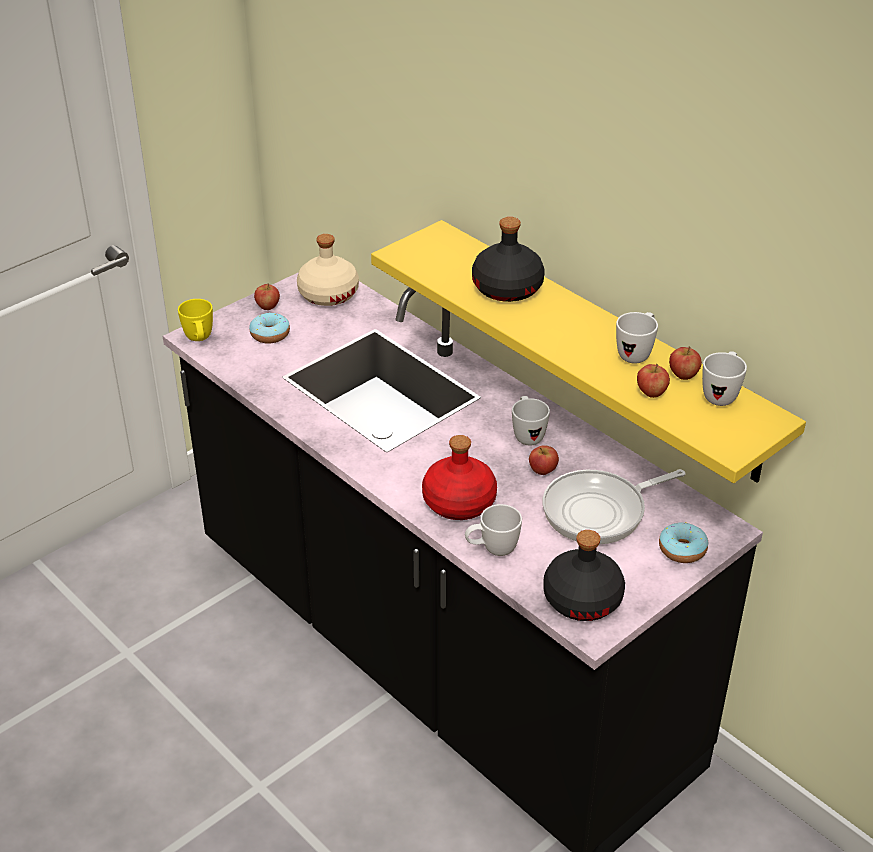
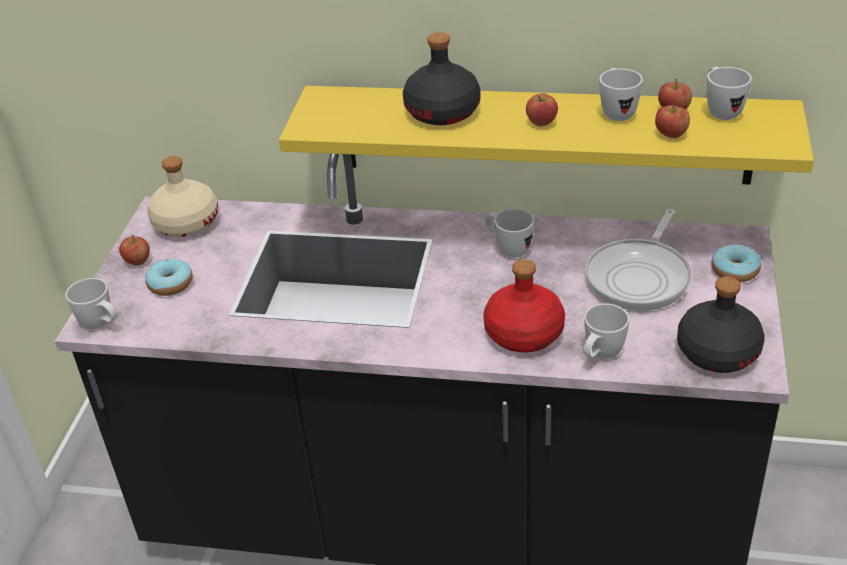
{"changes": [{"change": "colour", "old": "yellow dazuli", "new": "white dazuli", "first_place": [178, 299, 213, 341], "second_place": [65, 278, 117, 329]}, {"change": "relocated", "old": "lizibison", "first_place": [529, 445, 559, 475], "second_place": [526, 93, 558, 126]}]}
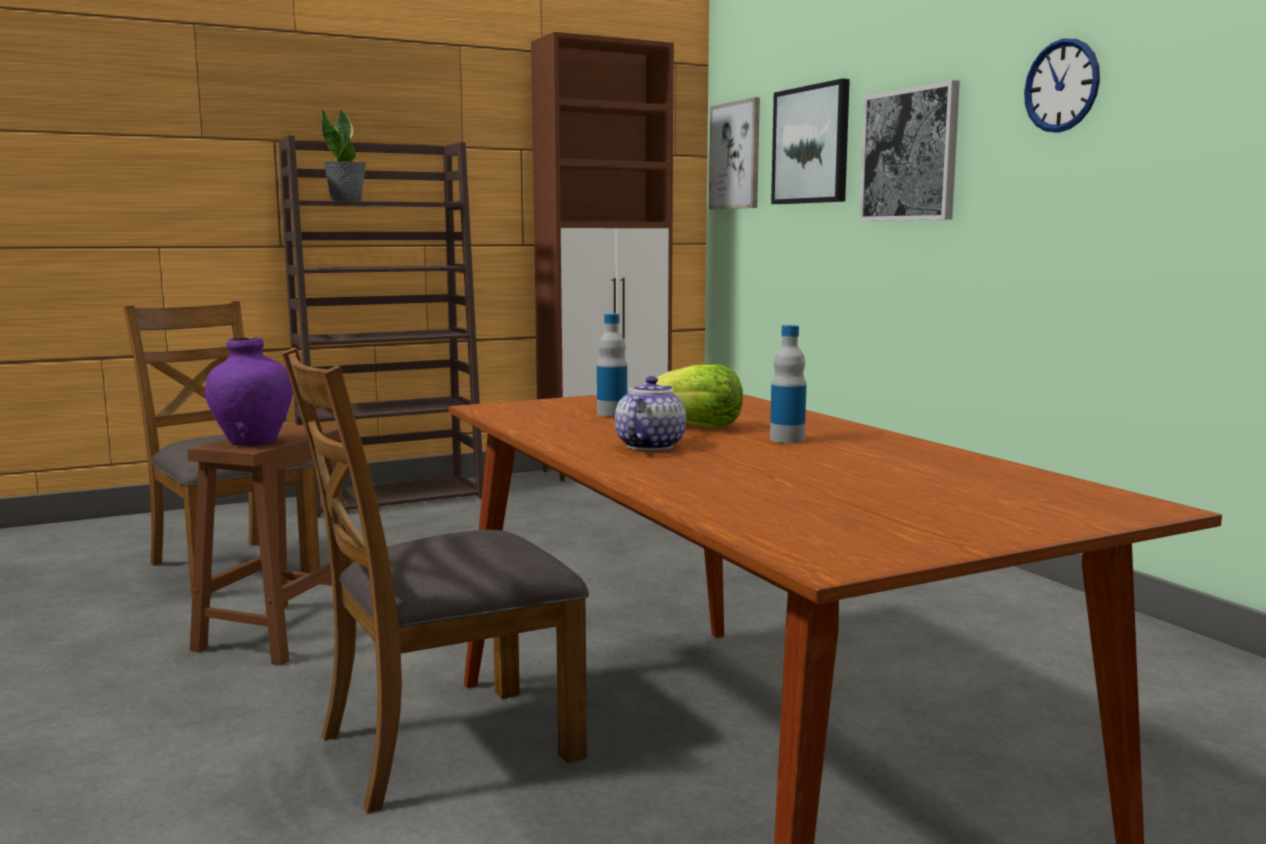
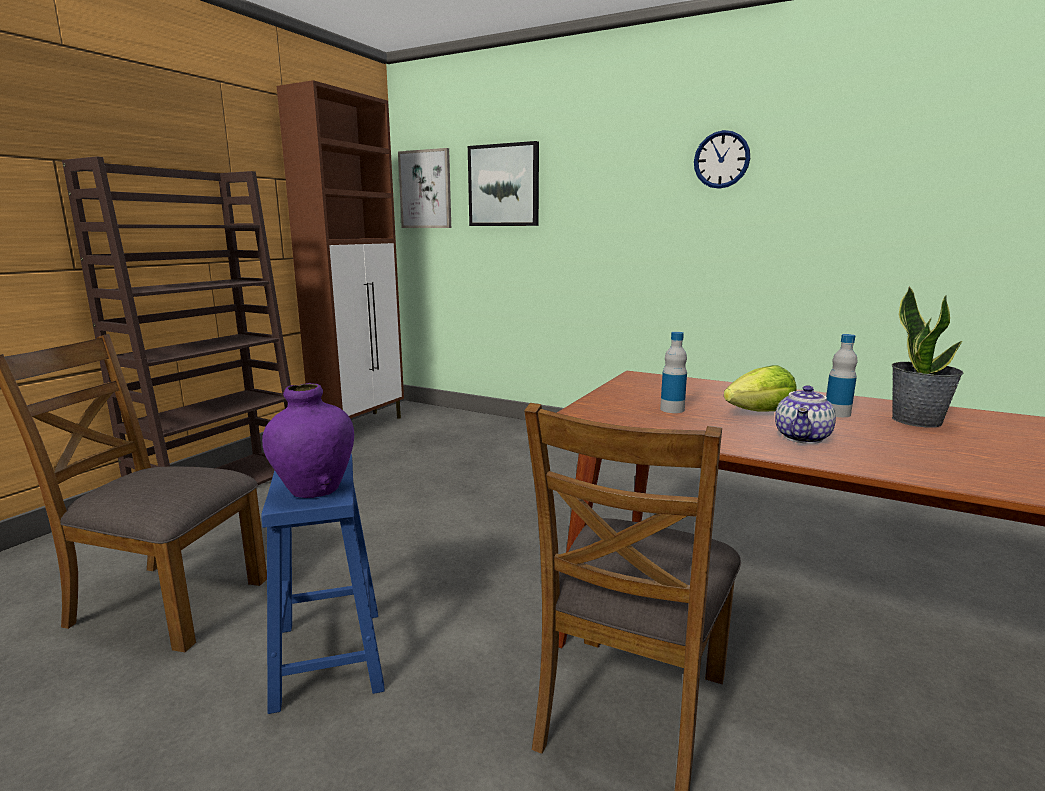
{"changes": [{"change": "colour", "old": "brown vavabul", "new": "blue vavabul", "first_place": [187, 424, 354, 665], "second_place": [261, 454, 385, 714]}, {"change": "spun", "old": "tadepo", "first_place": [615, 376, 686, 451], "second_place": [775, 385, 836, 444], "degrees": -135}, {"change": "relocated", "old": "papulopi", "first_place": [321, 108, 366, 201], "second_place": [892, 286, 964, 427]}, {"change": "missing", "old": "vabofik", "first_place": [859, 80, 960, 221]}]}
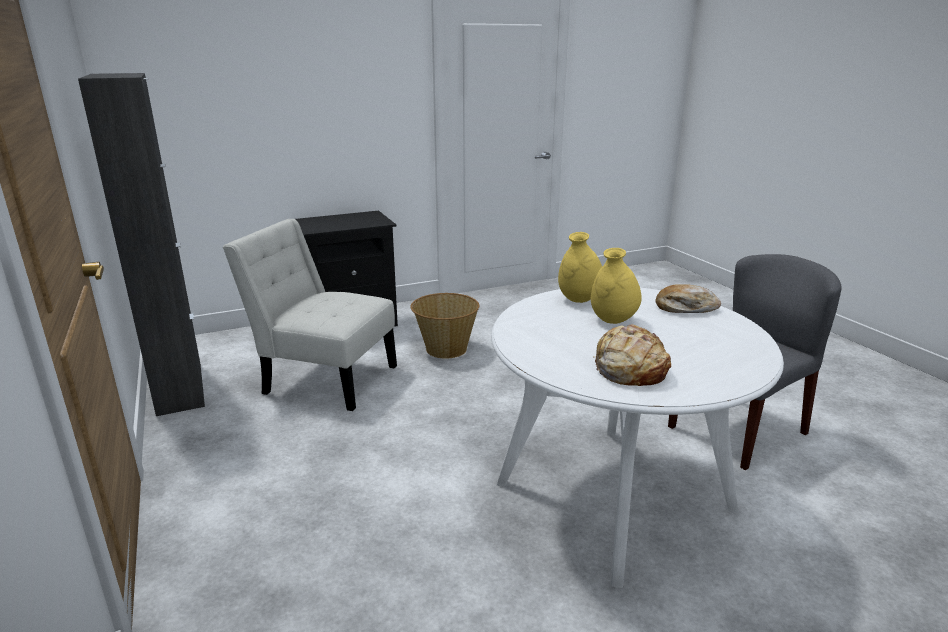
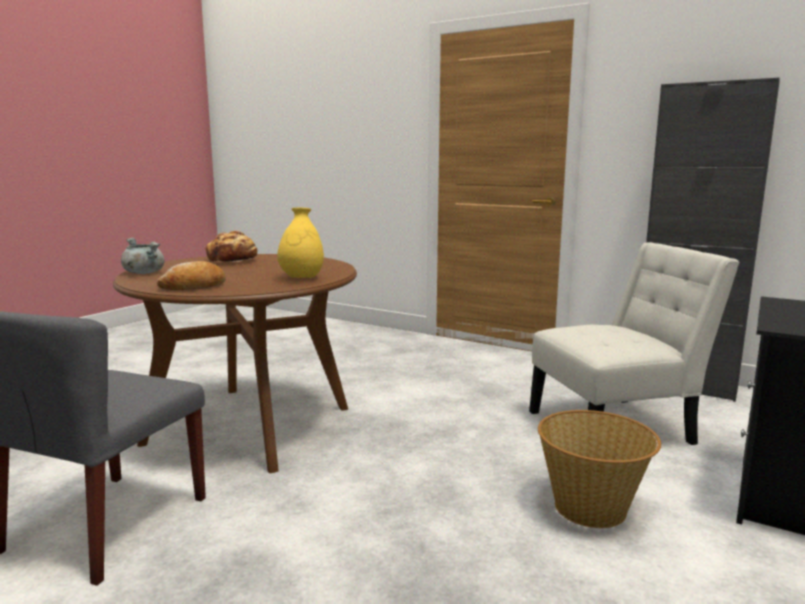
{"changes": [{"change": "colour", "old": "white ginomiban", "new": "brown ginomiban", "first_place": [491, 288, 784, 588], "second_place": [113, 254, 357, 473]}, {"change": "appeared", "new": "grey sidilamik", "second_place": [121, 238, 164, 274]}, {"change": "missing", "old": "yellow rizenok", "first_place": [591, 248, 642, 324]}]}
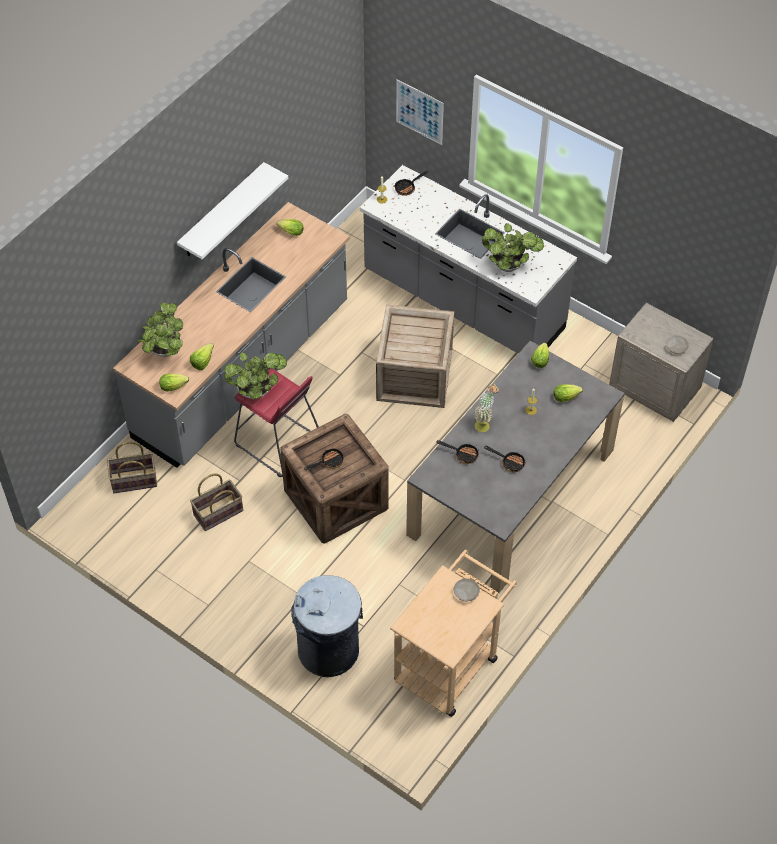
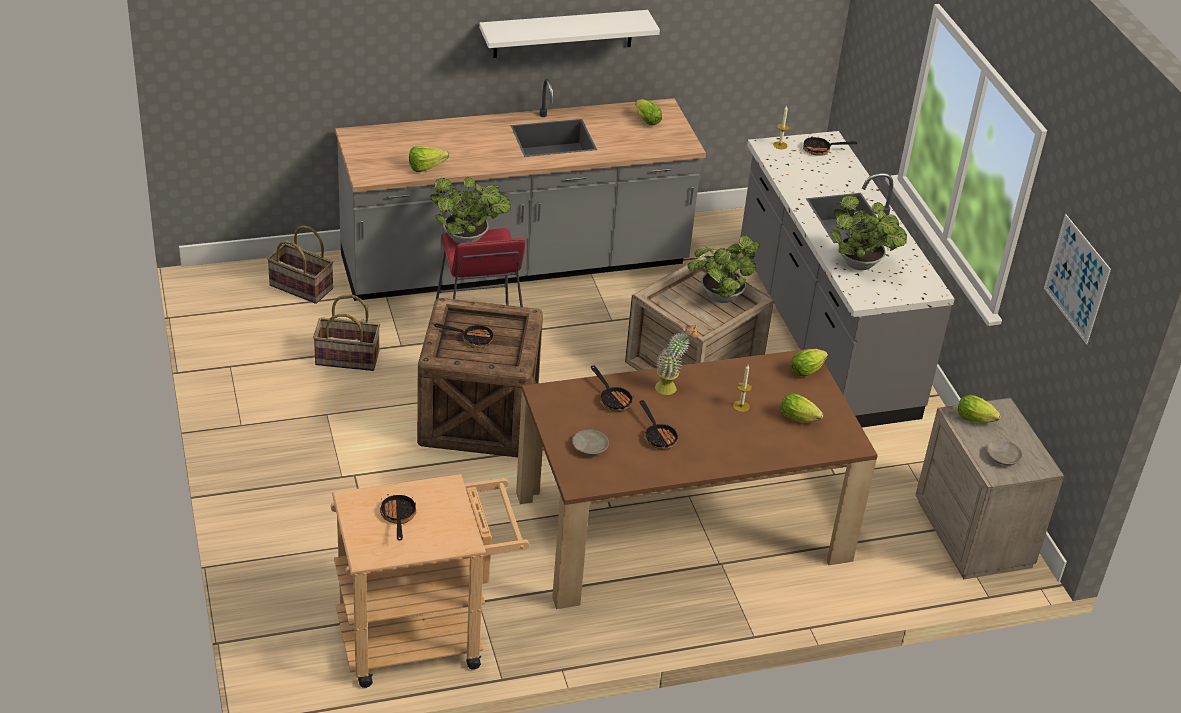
{"changes": [{"change": "appeared", "new": "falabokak", "second_place": [380, 494, 416, 540]}, {"change": "colour", "old": "grey ginomiban", "new": "brown ginomiban", "first_place": [406, 341, 625, 593], "second_place": [516, 348, 878, 609]}, {"change": "relocated", "old": "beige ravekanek", "first_place": [454, 578, 480, 601], "second_place": [572, 429, 609, 455]}, {"change": "relocated", "old": "papulopi", "first_place": [137, 302, 183, 357], "second_place": [688, 235, 760, 303]}, {"change": "relocated", "old": "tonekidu", "first_place": [159, 374, 189, 392], "second_place": [958, 395, 1001, 423]}, {"change": "relocated", "old": "vabofik", "first_place": [396, 80, 444, 145], "second_place": [1044, 214, 1111, 344]}, {"change": "missing", "old": "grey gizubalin", "first_place": [291, 575, 363, 677]}]}
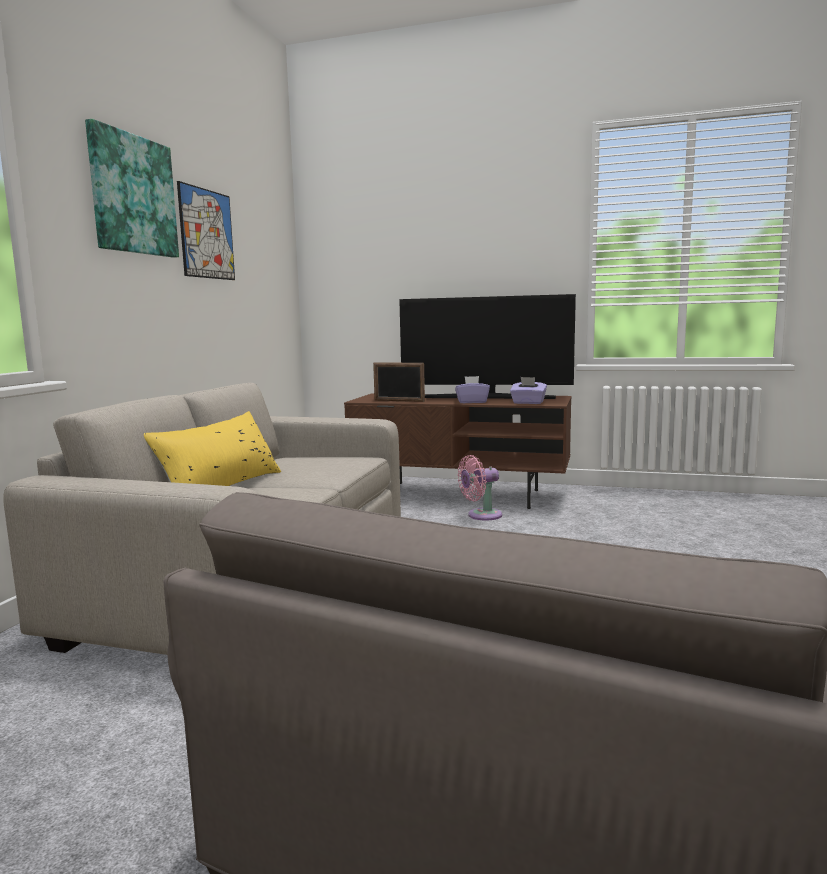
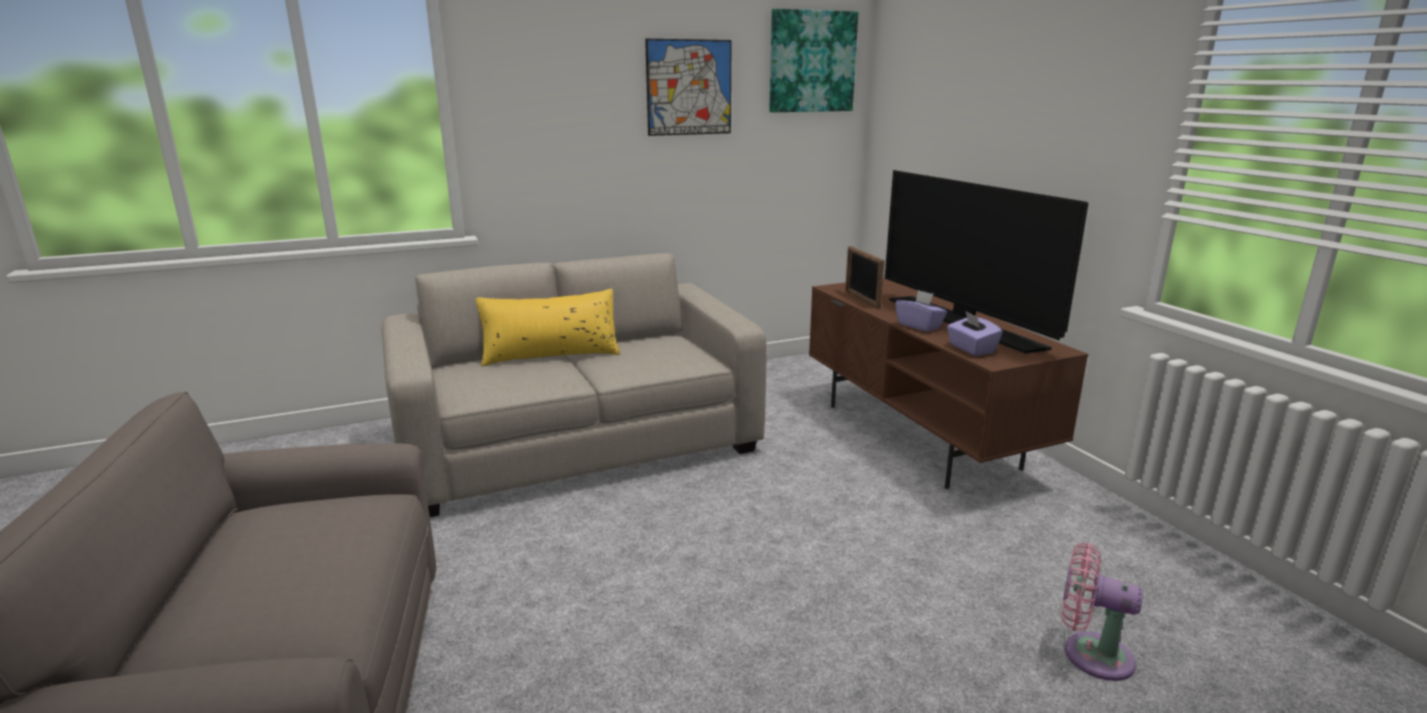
{"changes": [{"change": "relocated", "old": "vabofik", "first_place": [85, 119, 179, 258], "second_place": [769, 9, 858, 112]}, {"change": "relocated", "old": "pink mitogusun", "first_place": [457, 455, 502, 520], "second_place": [1062, 543, 1143, 681]}]}
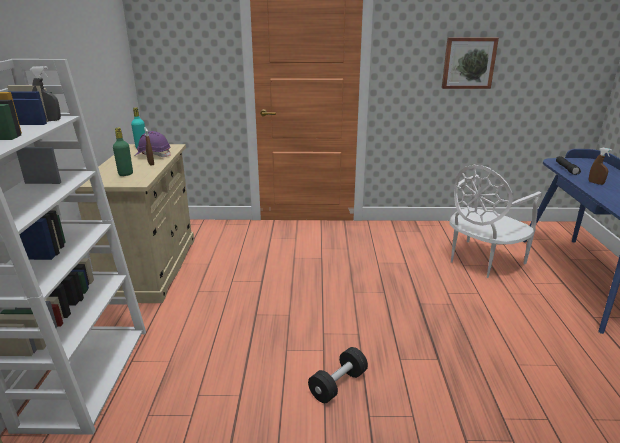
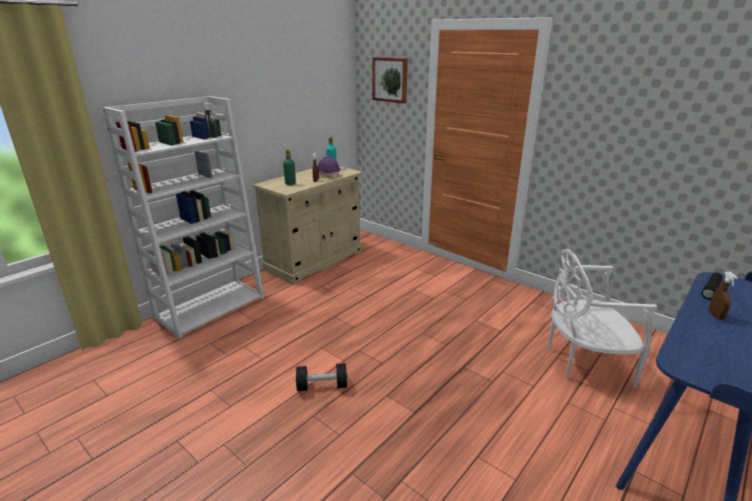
{"changes": [{"change": "relocated", "old": "vabofik", "first_place": [442, 38, 499, 89], "second_place": [372, 57, 408, 104]}]}
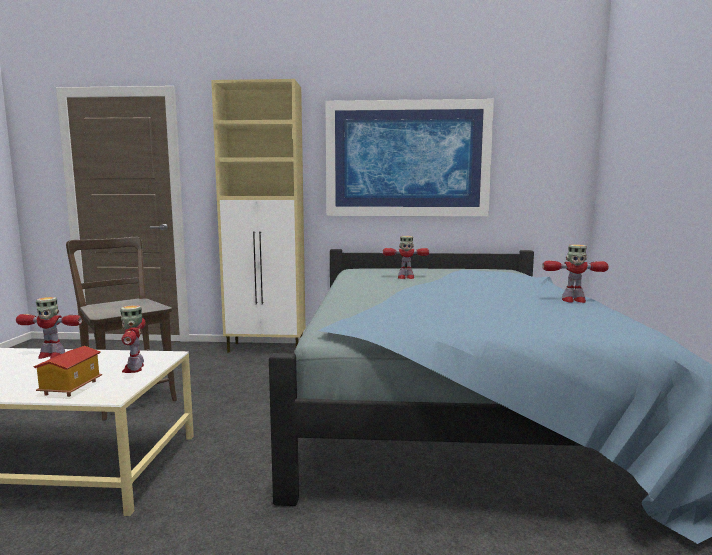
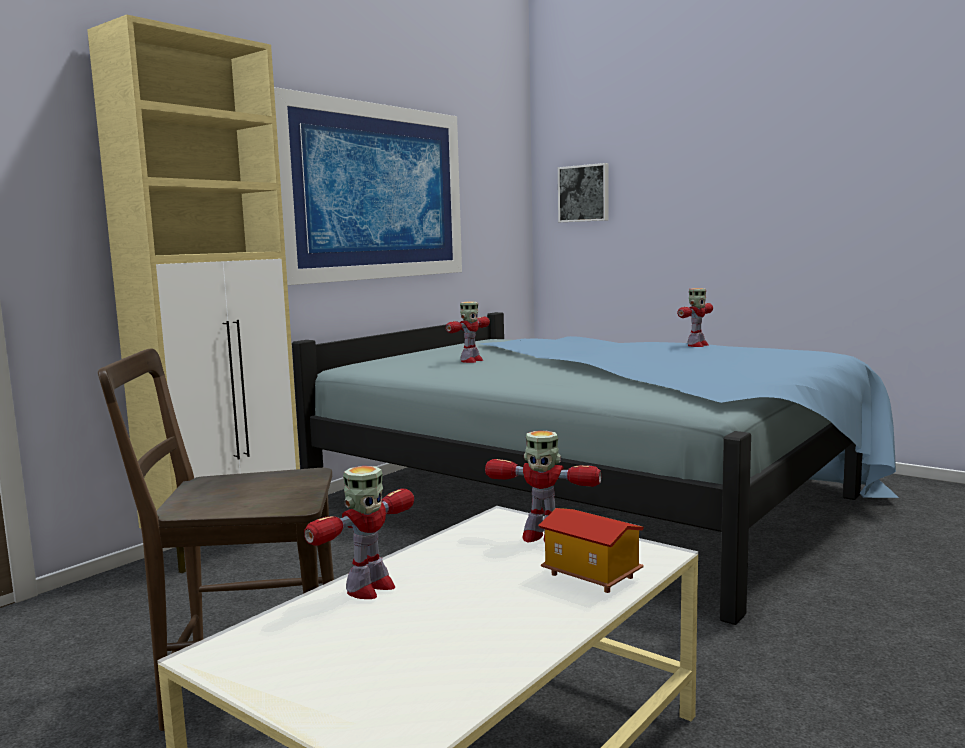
{"changes": [{"change": "appeared", "new": "vabofik", "second_place": [558, 163, 609, 222]}]}
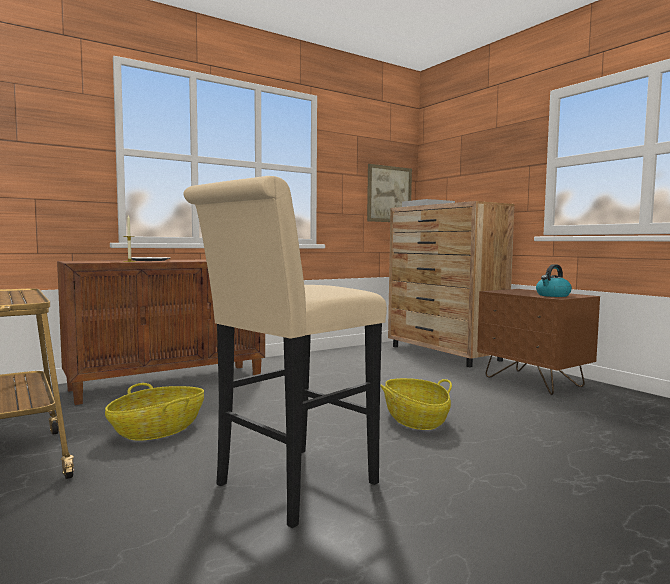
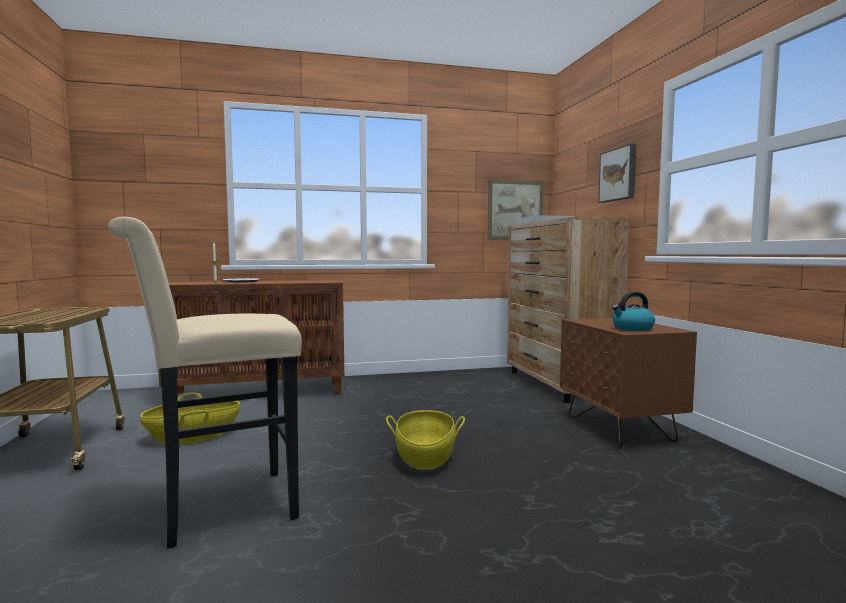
{"changes": [{"change": "appeared", "new": "vabofik", "second_place": [598, 143, 637, 203]}]}
